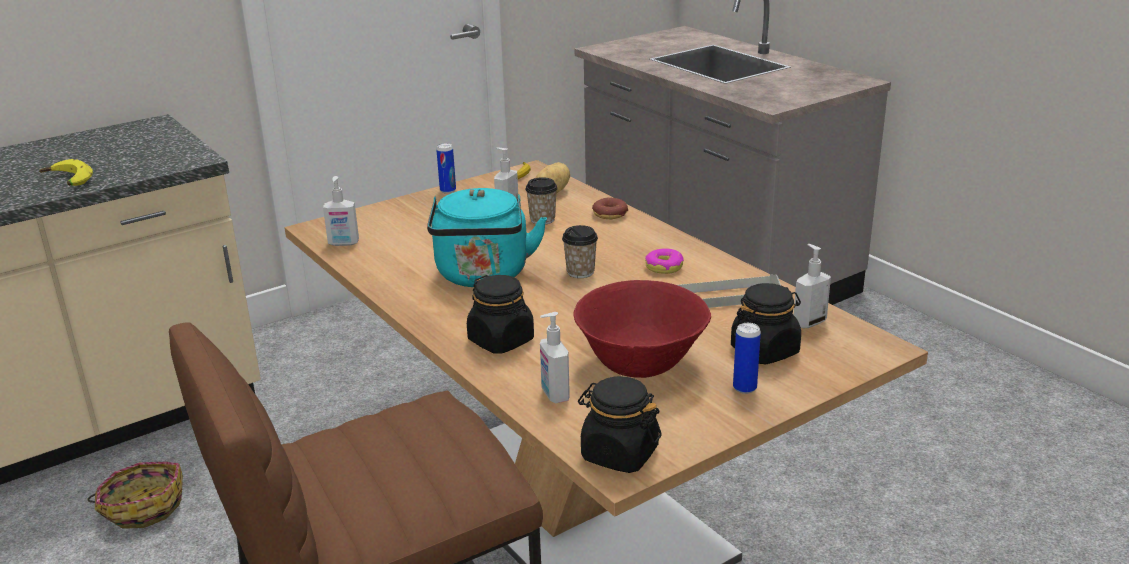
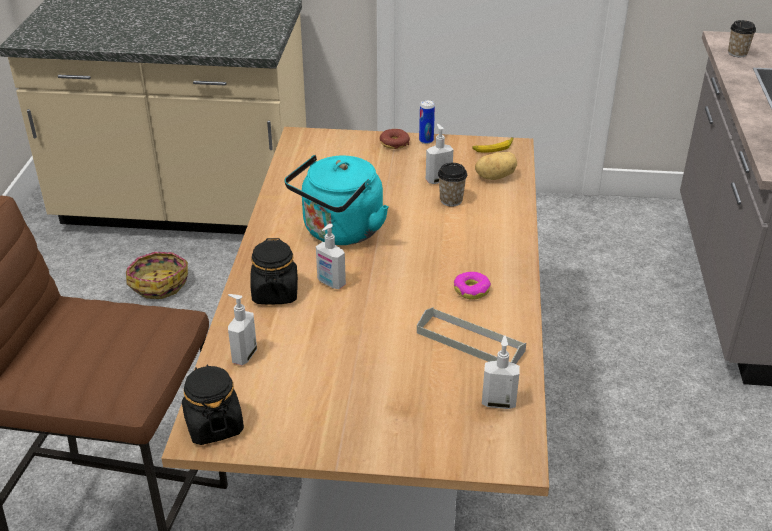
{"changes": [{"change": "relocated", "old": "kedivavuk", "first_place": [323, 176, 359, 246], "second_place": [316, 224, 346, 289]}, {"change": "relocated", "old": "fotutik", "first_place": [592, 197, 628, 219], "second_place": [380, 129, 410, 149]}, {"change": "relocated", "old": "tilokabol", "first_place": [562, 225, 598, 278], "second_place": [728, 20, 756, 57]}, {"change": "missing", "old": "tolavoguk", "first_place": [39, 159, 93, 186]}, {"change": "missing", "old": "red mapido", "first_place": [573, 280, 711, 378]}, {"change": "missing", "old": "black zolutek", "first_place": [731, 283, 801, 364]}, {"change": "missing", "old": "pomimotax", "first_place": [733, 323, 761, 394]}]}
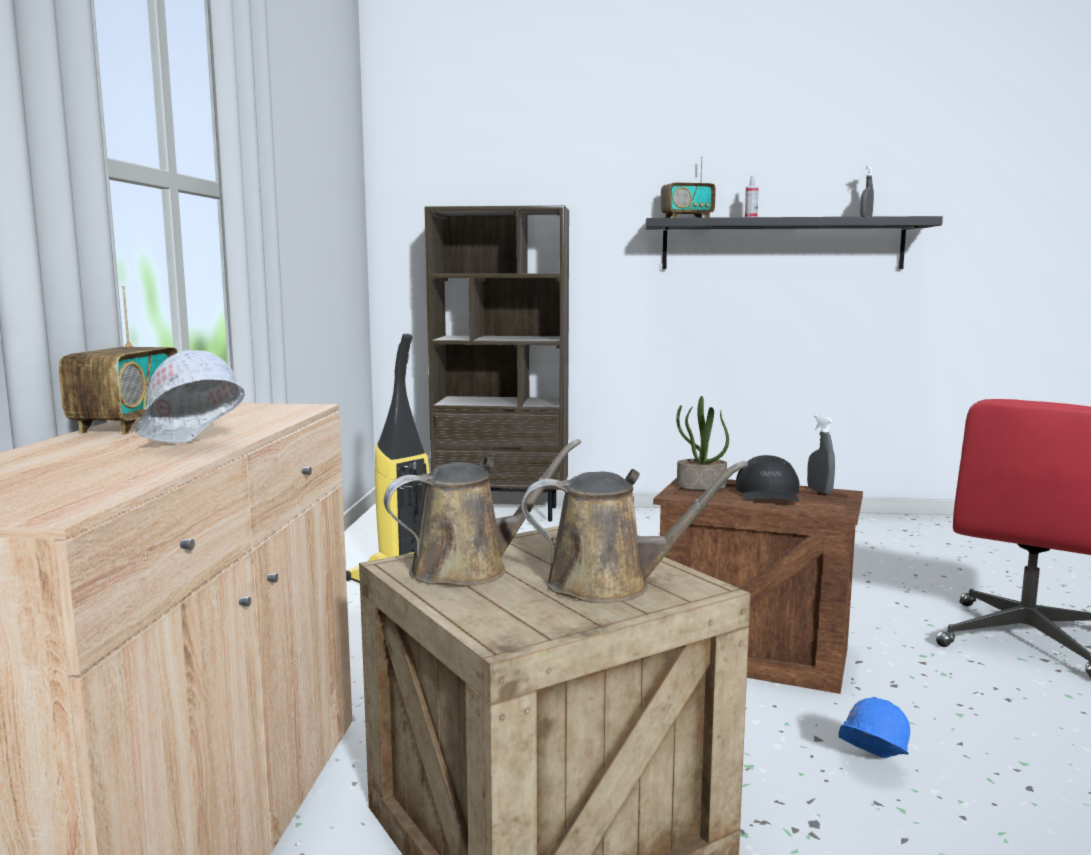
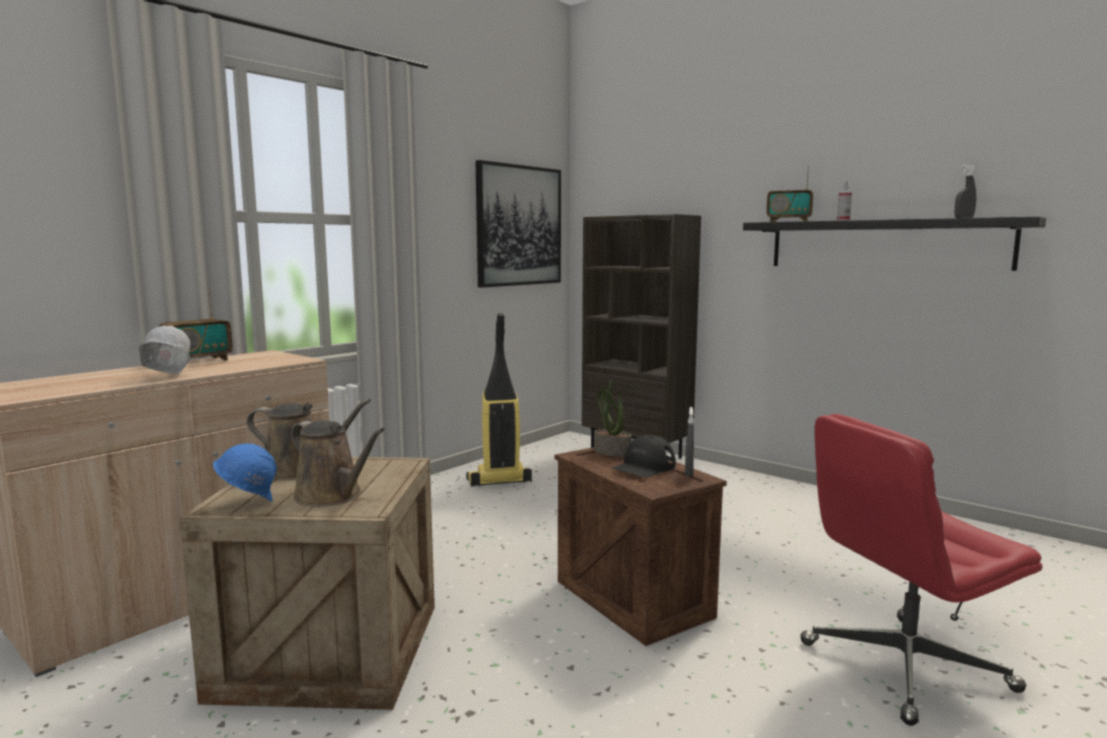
{"changes": [{"change": "relocated", "old": "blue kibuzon", "first_place": [839, 697, 910, 758], "second_place": [213, 444, 277, 502]}, {"change": "appeared", "new": "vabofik", "second_place": [475, 160, 561, 288]}]}
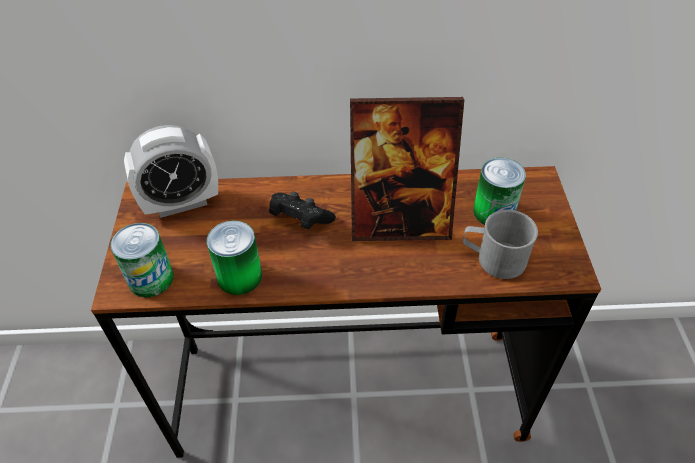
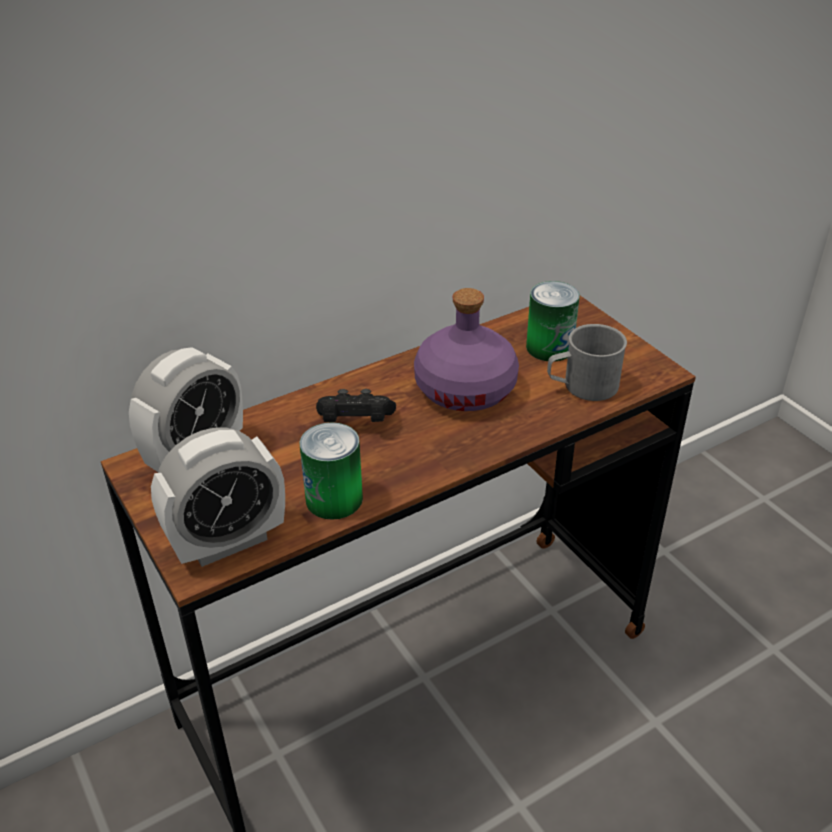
{"changes": [{"change": "exchanged", "old": "pomimotax", "new": "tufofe", "first_place": [110, 223, 174, 297], "second_place": [151, 428, 285, 567]}, {"change": "exchanged", "old": "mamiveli", "new": "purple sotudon", "first_place": [350, 97, 464, 241], "second_place": [414, 288, 519, 411]}]}
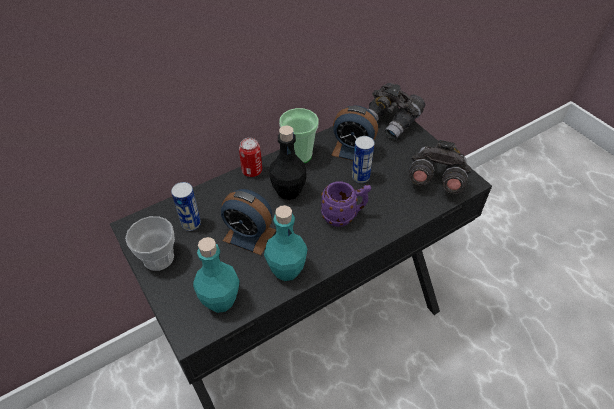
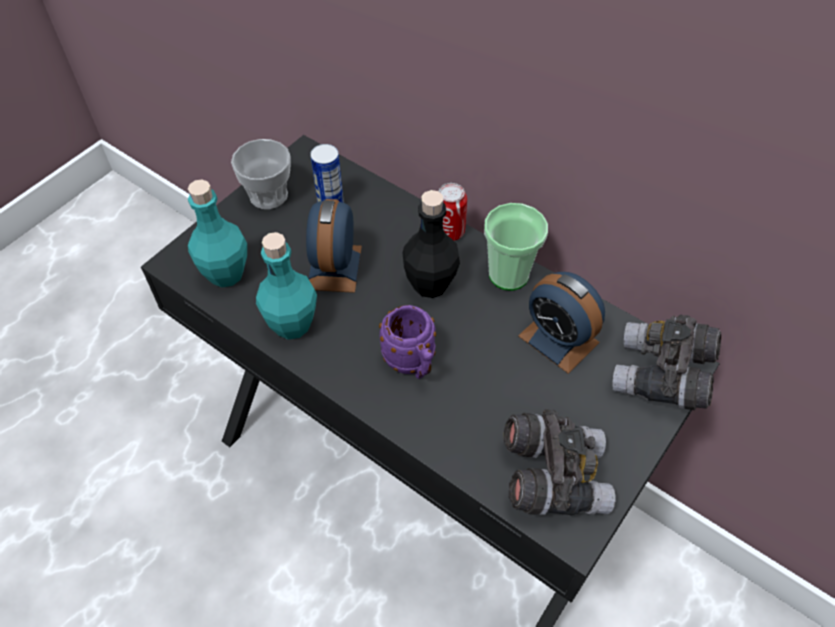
{"changes": [{"change": "spun", "old": "tufofe", "first_place": [331, 106, 378, 161], "second_place": [518, 272, 605, 374], "degrees": -45}, {"change": "missing", "old": "pomimotax", "first_place": [352, 136, 375, 183]}]}
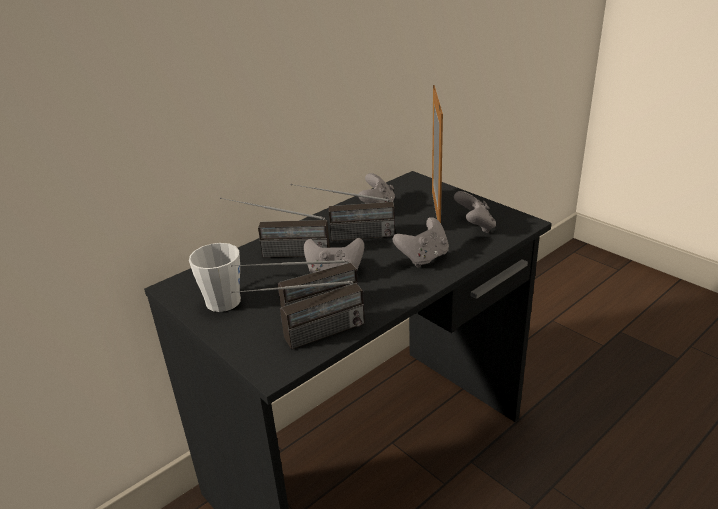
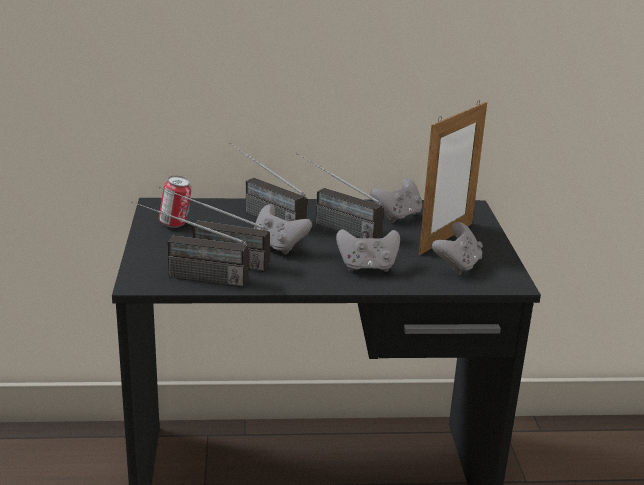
{"changes": [{"change": "exchanged", "old": "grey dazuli", "new": "pomimotax", "first_place": [189, 243, 241, 312], "second_place": [159, 176, 192, 228]}]}
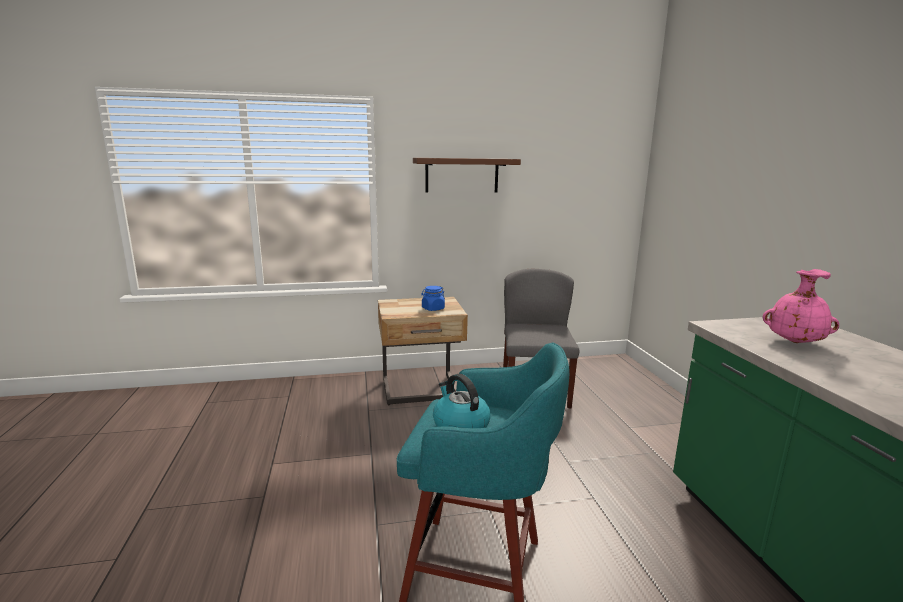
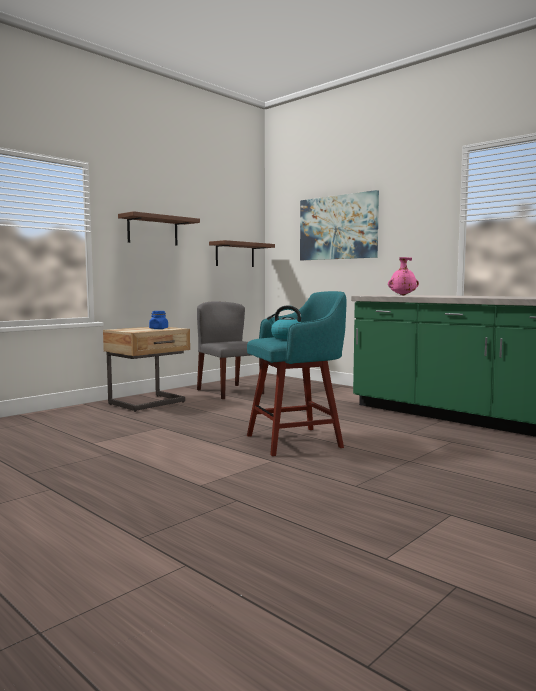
{"changes": [{"change": "appeared", "new": "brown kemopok", "second_place": [209, 240, 275, 267]}, {"change": "appeared", "new": "vabofik", "second_place": [300, 190, 379, 260]}]}
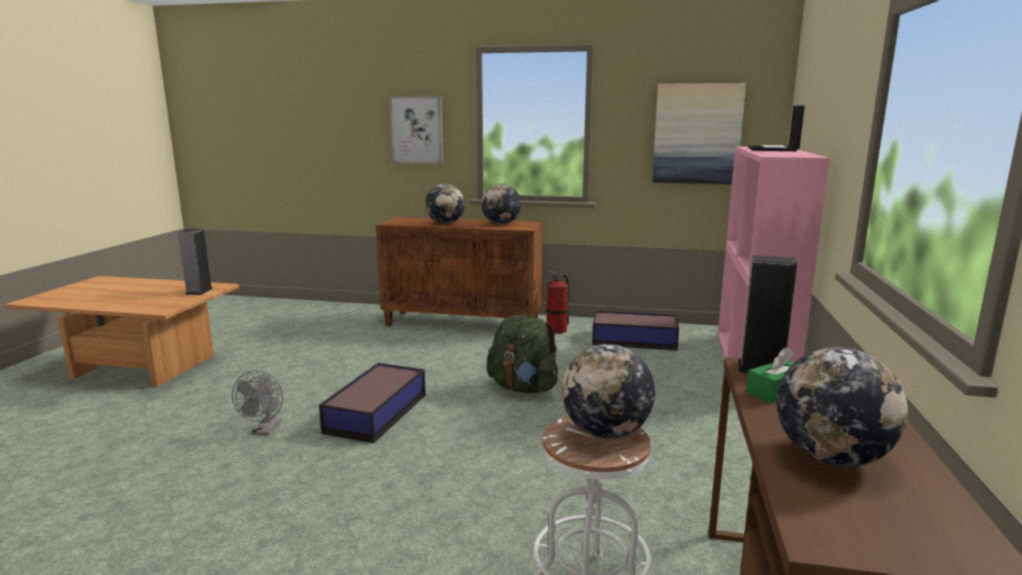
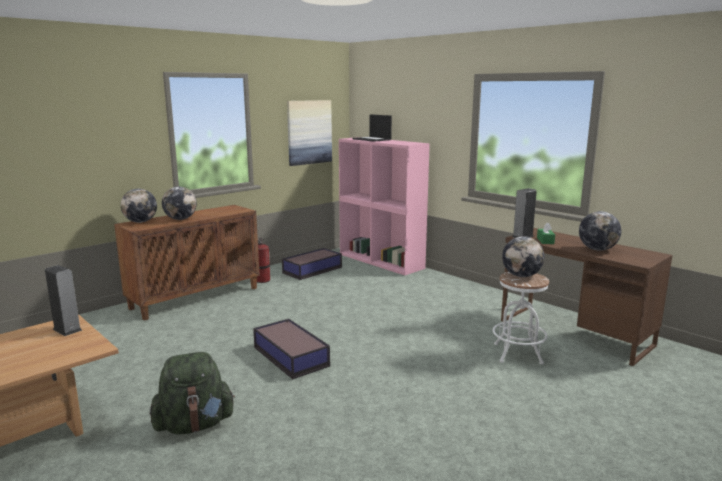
{"changes": [{"change": "relocated", "old": "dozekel", "first_place": [481, 184, 521, 224], "second_place": [121, 189, 157, 223]}, {"change": "relocated", "old": "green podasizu", "first_place": [487, 315, 558, 393], "second_place": [150, 352, 235, 435]}, {"change": "missing", "old": "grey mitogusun", "first_place": [232, 370, 283, 435]}, {"change": "missing", "old": "vabofik", "first_place": [389, 96, 443, 164]}]}
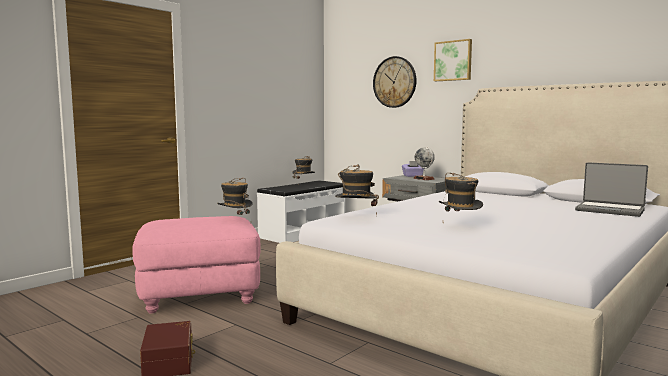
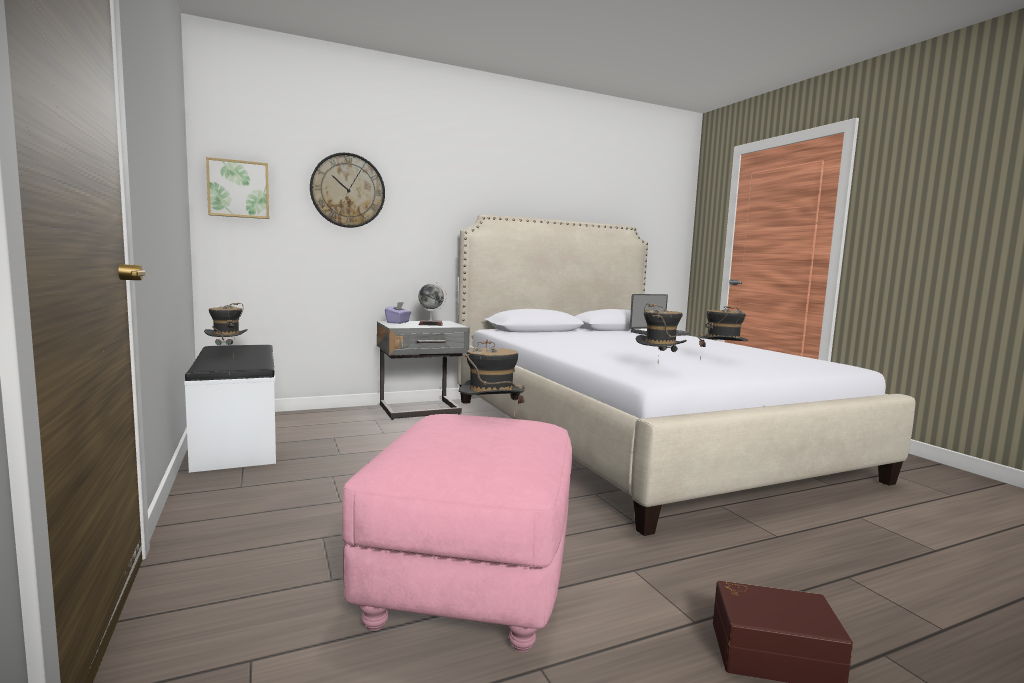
{"changes": [{"change": "relocated", "old": "vabofik", "first_place": [434, 39, 472, 81], "second_place": [206, 157, 269, 219]}]}
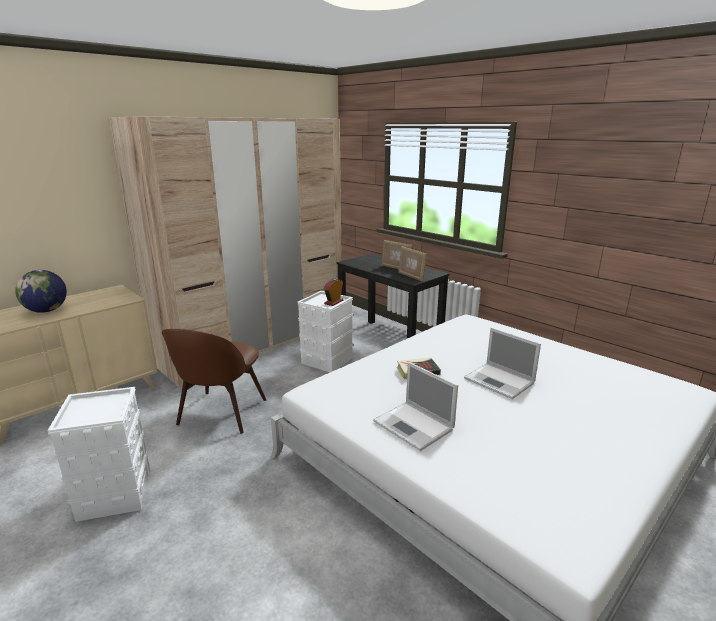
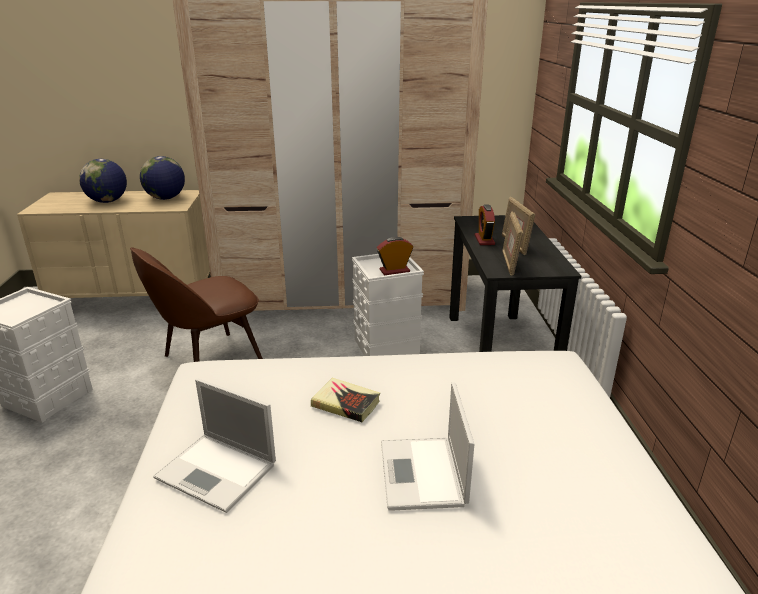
{"changes": [{"change": "appeared", "new": "dozekel", "second_place": [140, 156, 185, 200]}, {"change": "spun", "old": "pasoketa", "first_place": [373, 362, 458, 451], "second_place": [153, 379, 276, 513], "degrees": -60}, {"change": "appeared", "new": "tufofe", "second_place": [475, 205, 495, 245]}]}
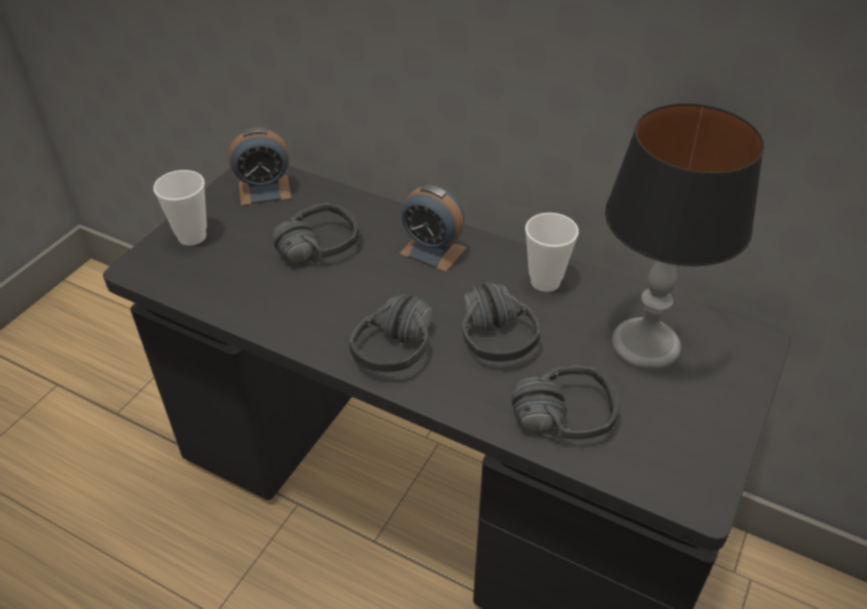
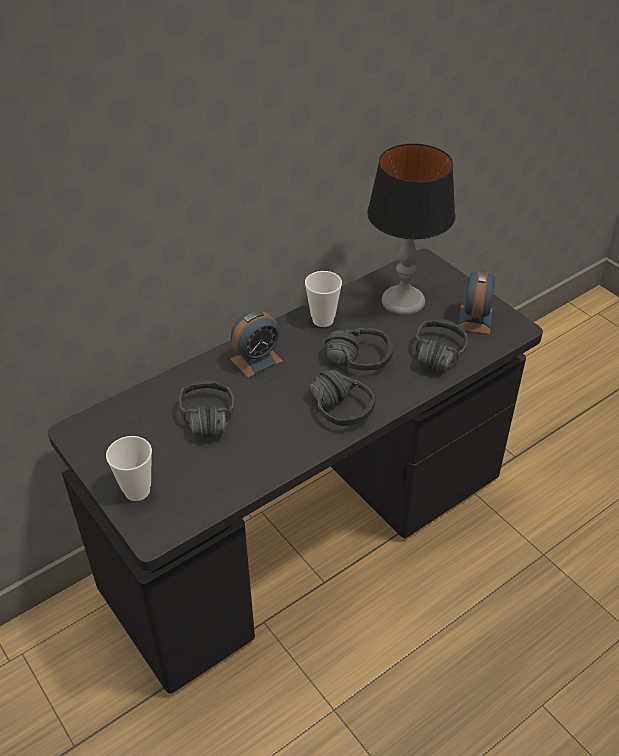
{"changes": [{"change": "relocated", "old": "tufofe", "first_place": [228, 127, 291, 206], "second_place": [458, 270, 495, 334]}]}
